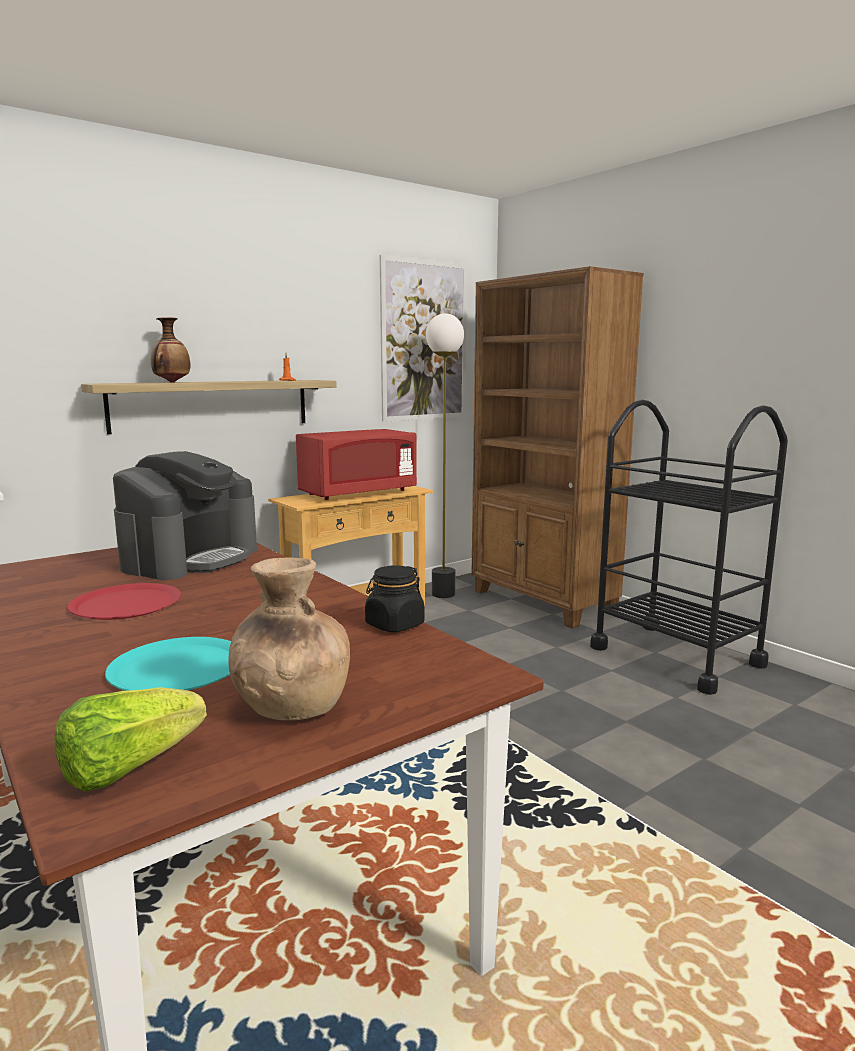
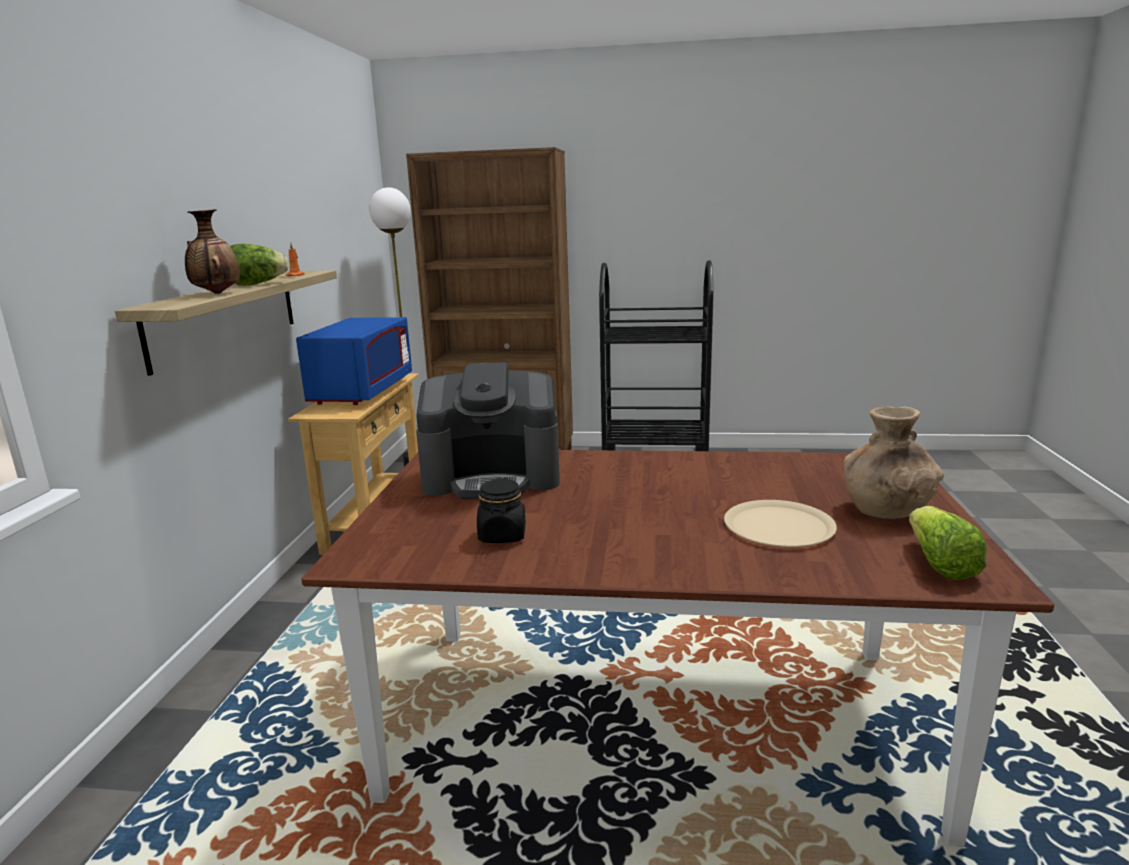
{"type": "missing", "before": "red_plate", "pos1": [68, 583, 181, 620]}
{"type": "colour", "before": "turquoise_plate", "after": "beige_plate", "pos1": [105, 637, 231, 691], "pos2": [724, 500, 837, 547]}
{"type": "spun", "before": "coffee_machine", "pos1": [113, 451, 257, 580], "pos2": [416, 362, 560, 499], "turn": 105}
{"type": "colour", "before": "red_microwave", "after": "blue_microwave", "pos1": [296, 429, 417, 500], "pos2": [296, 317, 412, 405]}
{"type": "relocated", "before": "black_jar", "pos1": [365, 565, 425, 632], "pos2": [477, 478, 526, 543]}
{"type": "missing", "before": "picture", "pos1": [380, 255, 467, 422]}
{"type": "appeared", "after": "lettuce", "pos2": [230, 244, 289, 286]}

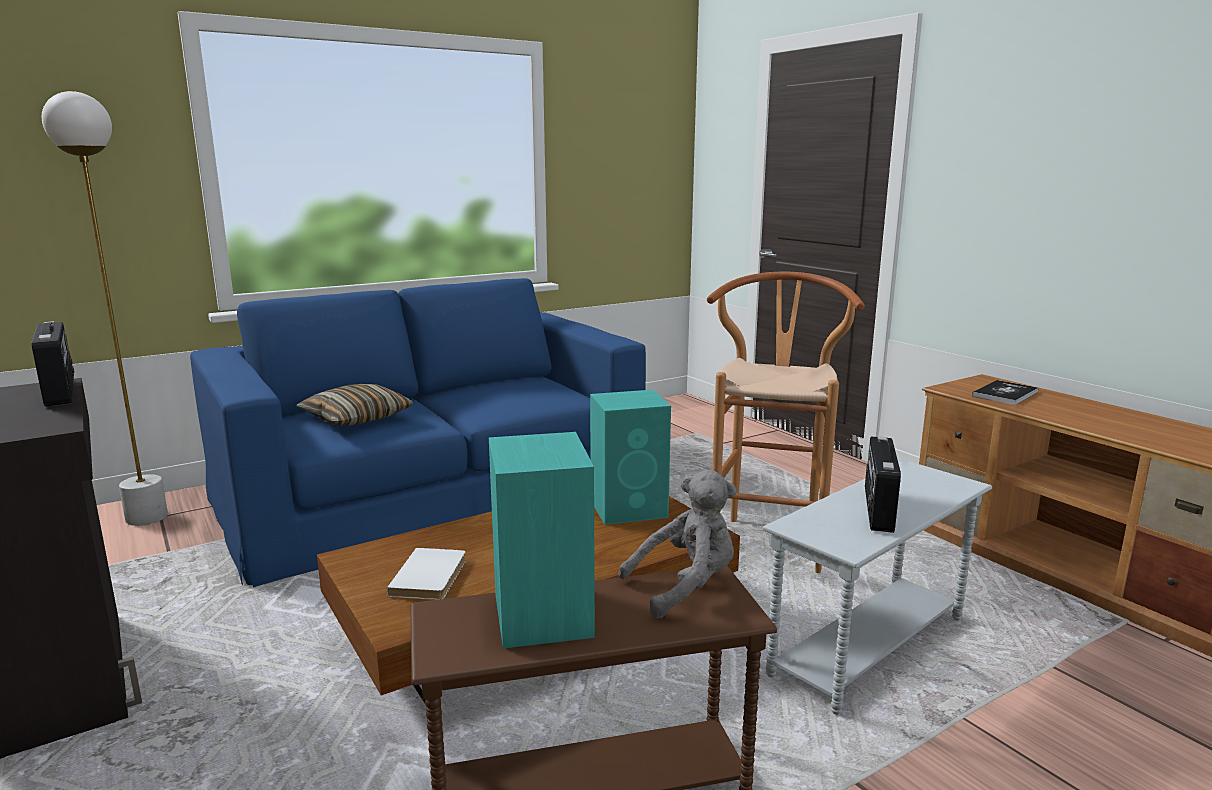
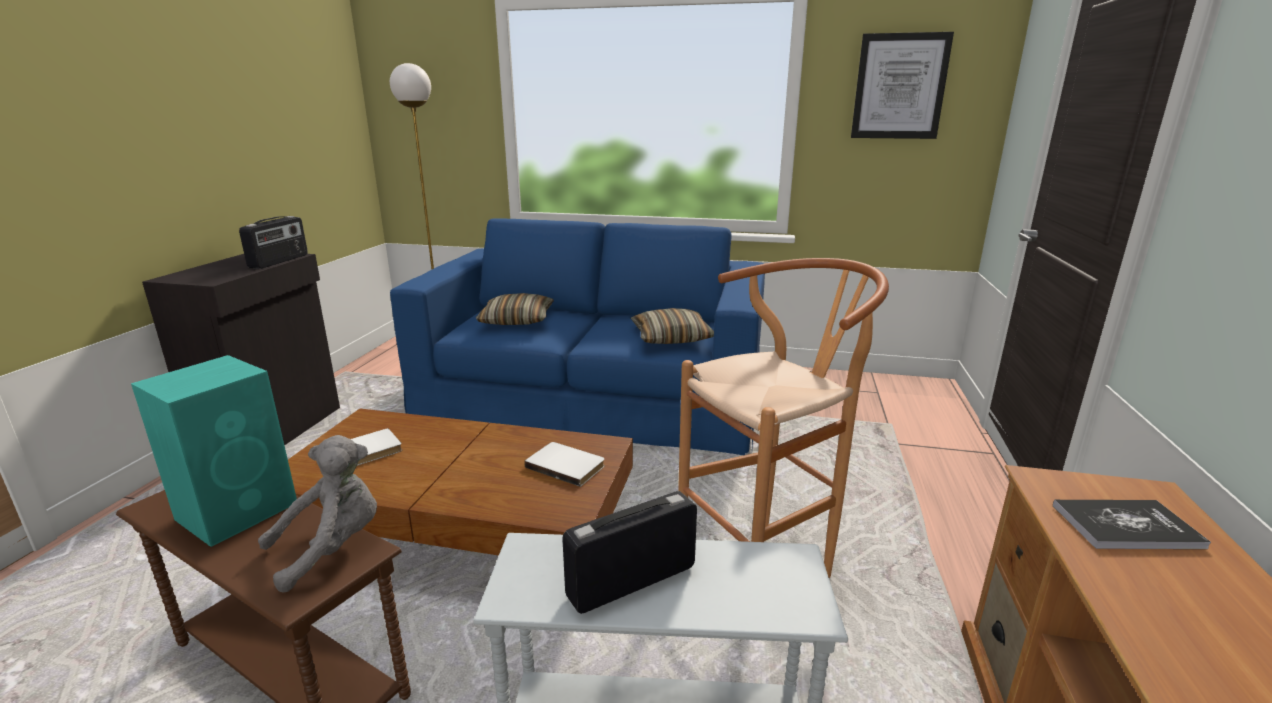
{"type": "exchanged", "before": "turquoise_speaker", "after": "white_book", "pos1": [590, 390, 671, 525], "pos2": [524, 442, 605, 487]}
{"type": "spun", "before": "grey_plush_toy", "pos1": [618, 470, 737, 619], "pos2": [258, 435, 377, 593], "turn": -60}
{"type": "appeared", "after": "pillow", "pos2": [631, 308, 714, 344]}
{"type": "appeared", "after": "picture", "pos2": [851, 32, 954, 139]}

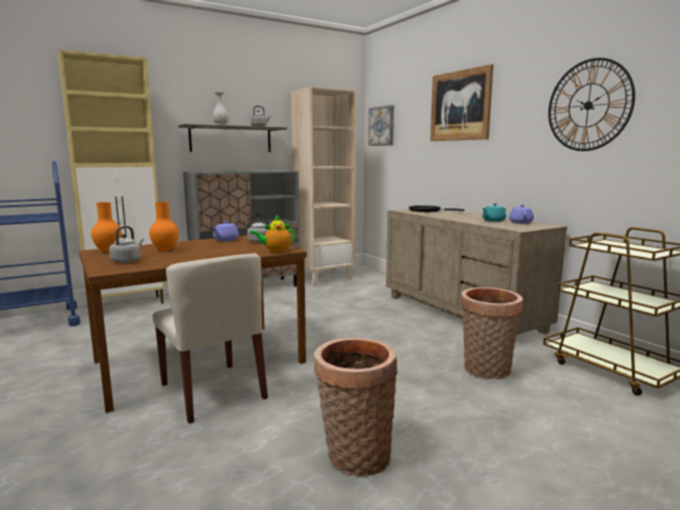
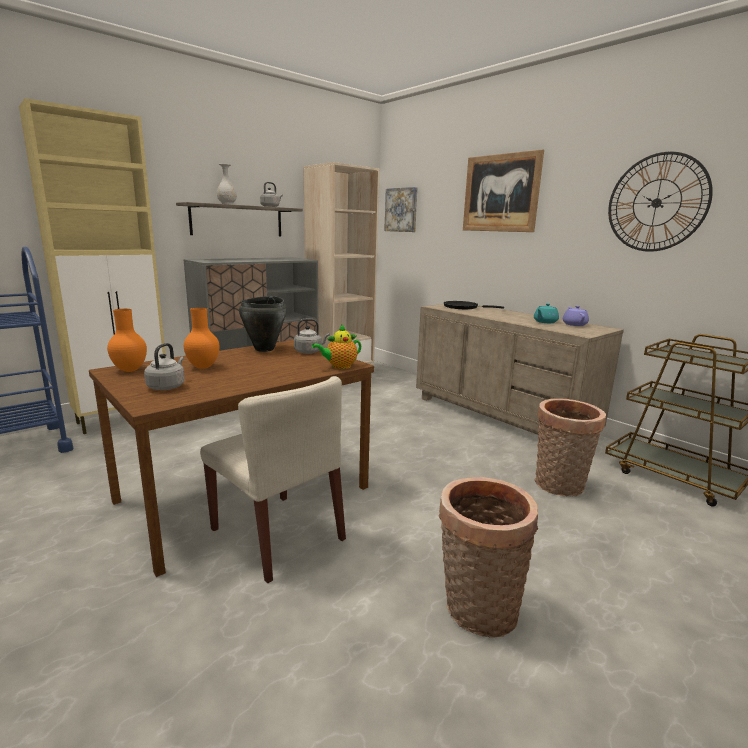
{"type": "exchanged", "before": "purple_teapot", "after": "black_cooking_pot", "pos1": [213, 221, 239, 241], "pos2": [239, 296, 287, 352]}

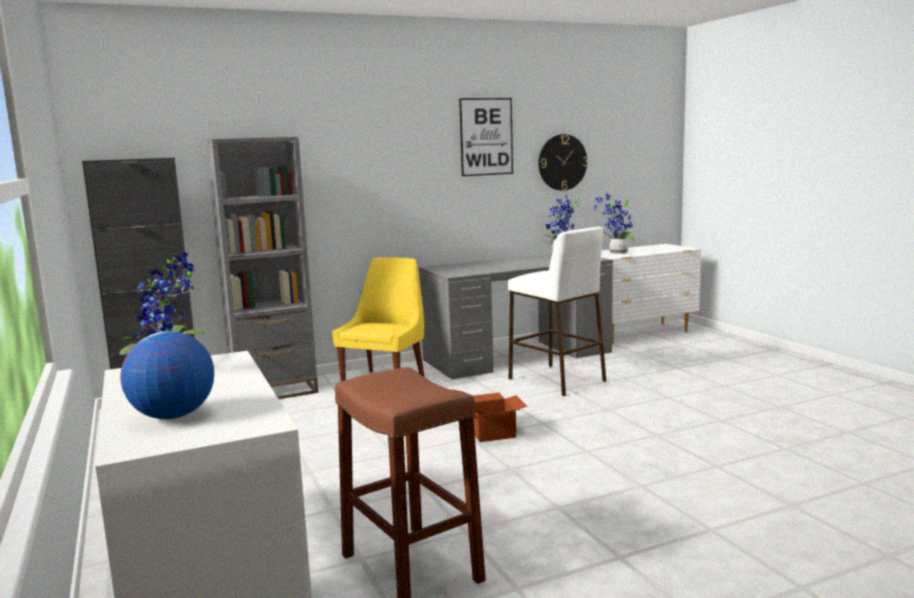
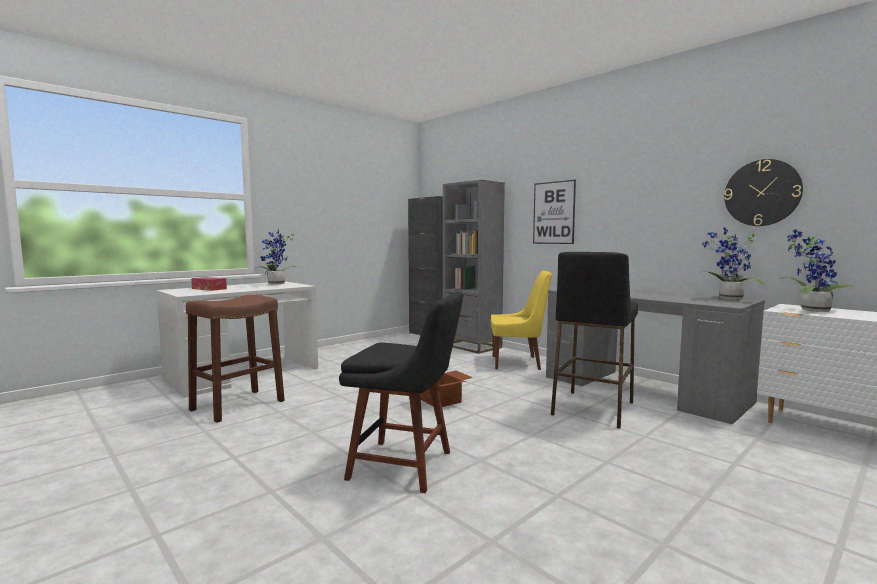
{"type": "exchanged", "before": "globe", "after": "tissue_box", "pos1": [120, 331, 214, 419], "pos2": [191, 277, 227, 291]}
{"type": "relocated", "before": "picture", "pos1": [459, 98, 513, 176], "pos2": [533, 180, 576, 244]}
{"type": "colour", "before": "white_stool", "after": "black_stool", "pos1": [508, 227, 606, 396], "pos2": [551, 252, 638, 428]}
{"type": "appeared", "after": "black_chair", "pos2": [339, 292, 463, 493]}

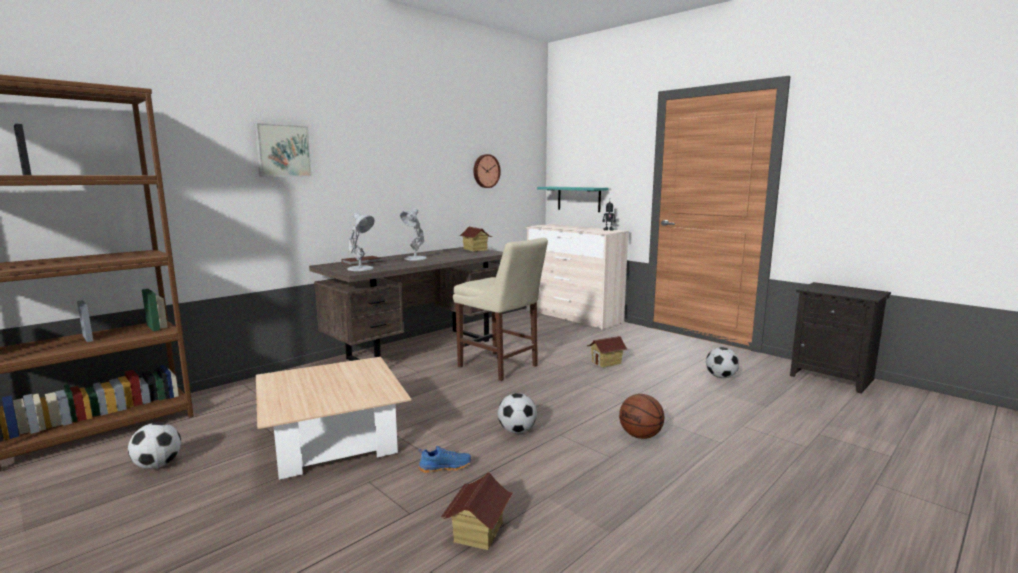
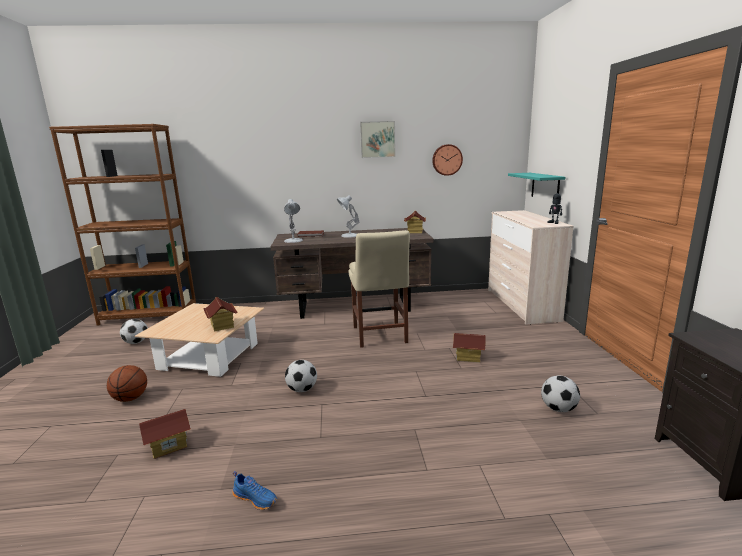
{"type": "relocated", "before": "picture", "pos1": [255, 123, 312, 177], "pos2": [360, 121, 396, 158]}
{"type": "relocated", "before": "blue_shoe", "pos1": [418, 446, 472, 473], "pos2": [232, 471, 277, 510]}
{"type": "relocated", "before": "basketball", "pos1": [619, 394, 664, 439], "pos2": [107, 365, 147, 402]}
{"type": "appeared", "after": "toy_house", "pos2": [203, 297, 237, 331]}

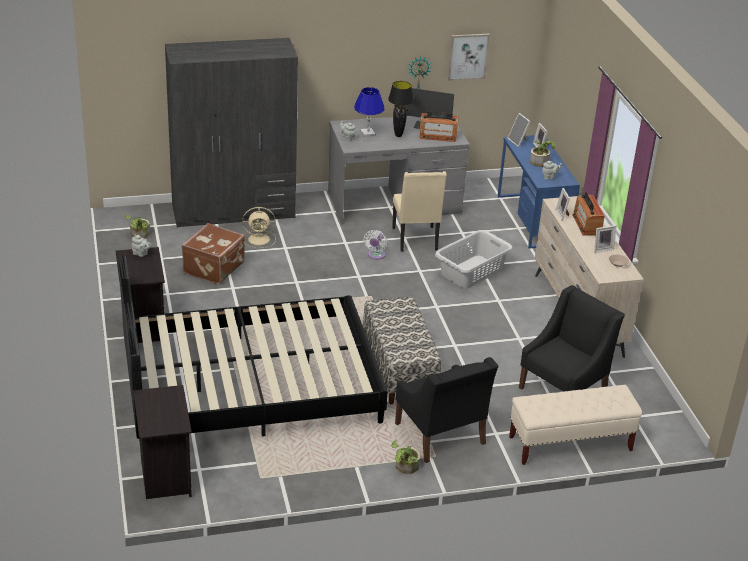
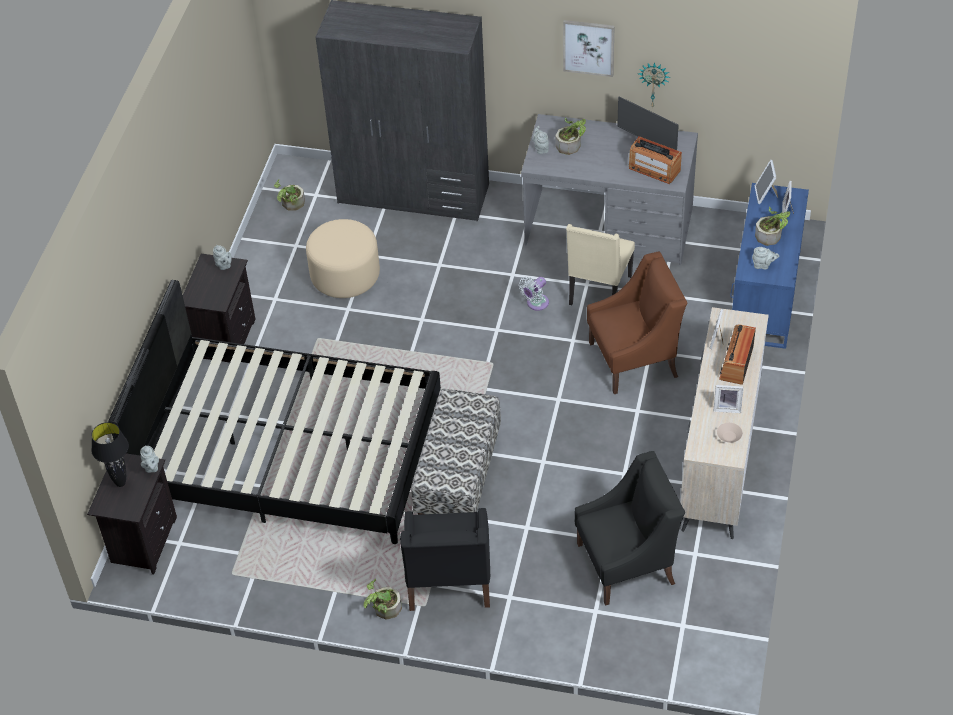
{"type": "exchanged", "before": "brown_suitcase", "after": "beige_ottoman", "pos1": [181, 223, 245, 284], "pos2": [306, 219, 380, 298]}
{"type": "missing", "before": "beige_fan", "pos1": [242, 207, 276, 248]}
{"type": "exchanged", "before": "blue_table_lamp", "after": "potted_plant", "pos1": [354, 87, 384, 136], "pos2": [555, 118, 586, 155]}
{"type": "relocated", "before": "black_table_lamp", "pos1": [388, 81, 414, 137], "pos2": [91, 422, 129, 487]}
{"type": "exchanged", "before": "grey_laundry_basket", "after": "brown_armchair", "pos1": [435, 230, 513, 289], "pos2": [587, 252, 687, 394]}
{"type": "relocated", "before": "picture", "pos1": [448, 34, 490, 81], "pos2": [563, 20, 615, 77]}
{"type": "missing", "before": "beige_bench", "pos1": [509, 385, 642, 465]}
{"type": "appeared", "after": "grey_teapot", "pos2": [140, 445, 159, 473]}

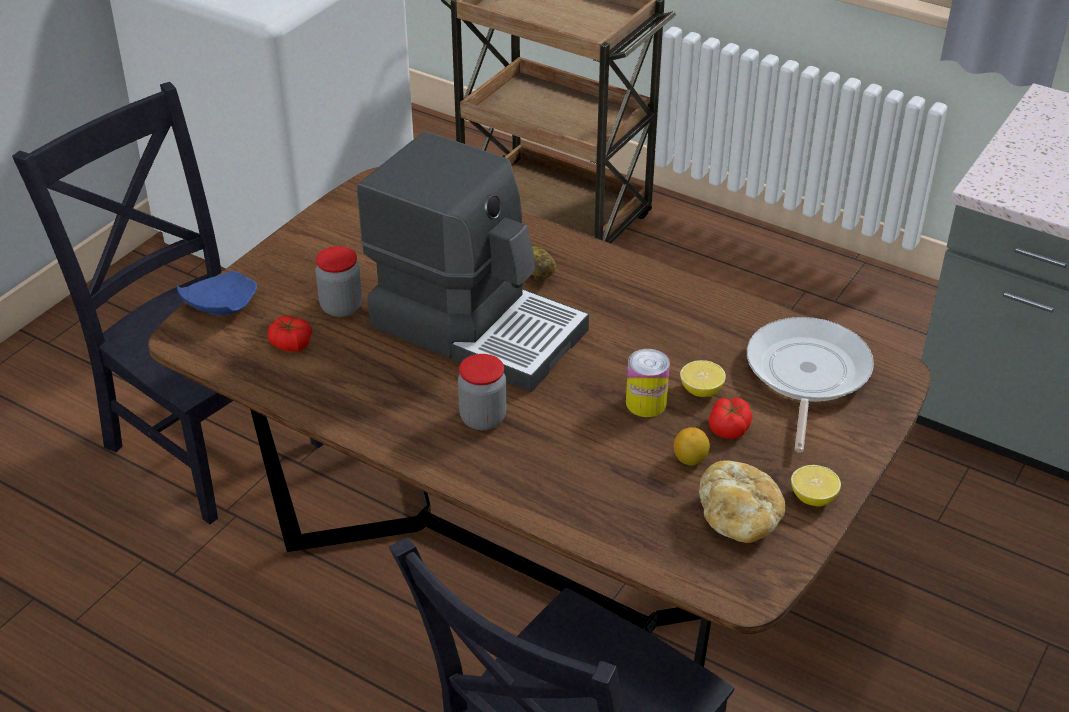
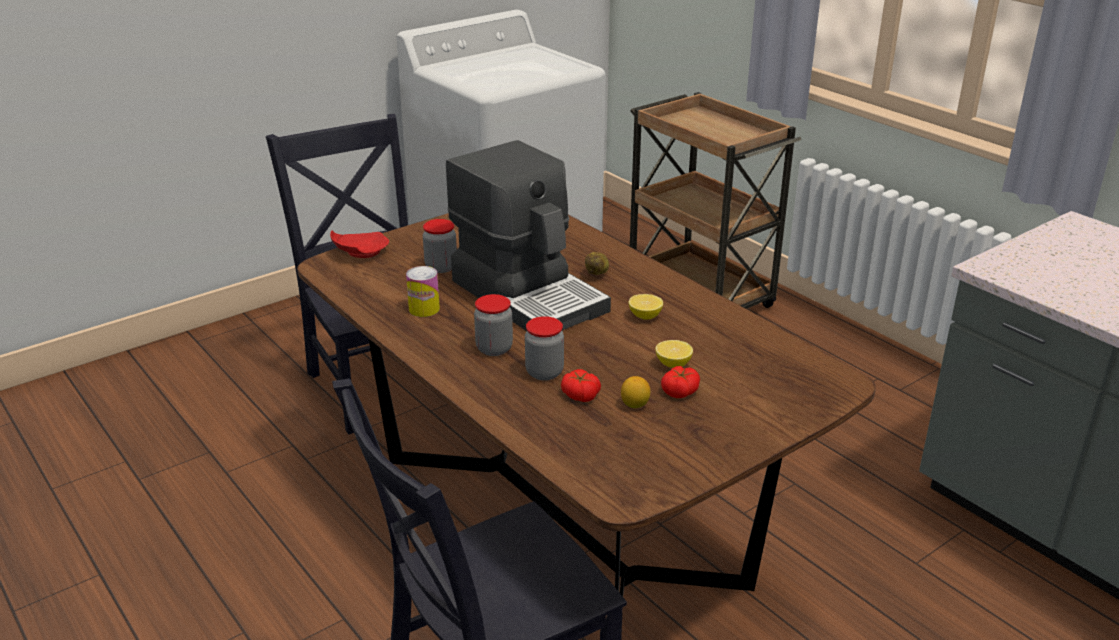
{"type": "colour", "before": "blue_plate", "after": "red_plate", "pos1": [177, 271, 257, 316], "pos2": [330, 231, 389, 258]}
{"type": "relocated", "before": "tomato", "pos1": [268, 316, 312, 352], "pos2": [561, 369, 601, 402]}
{"type": "relocated", "before": "can", "pos1": [626, 349, 670, 417], "pos2": [406, 266, 440, 317]}
{"type": "missing", "before": "bread", "pos1": [699, 460, 786, 543]}
{"type": "missing", "before": "frying_pan", "pos1": [747, 317, 874, 453]}
{"type": "relocated", "before": "lemon", "pos1": [791, 465, 841, 507], "pos2": [628, 294, 663, 320]}
{"type": "appeared", "after": "jar", "pos2": [525, 316, 564, 380]}

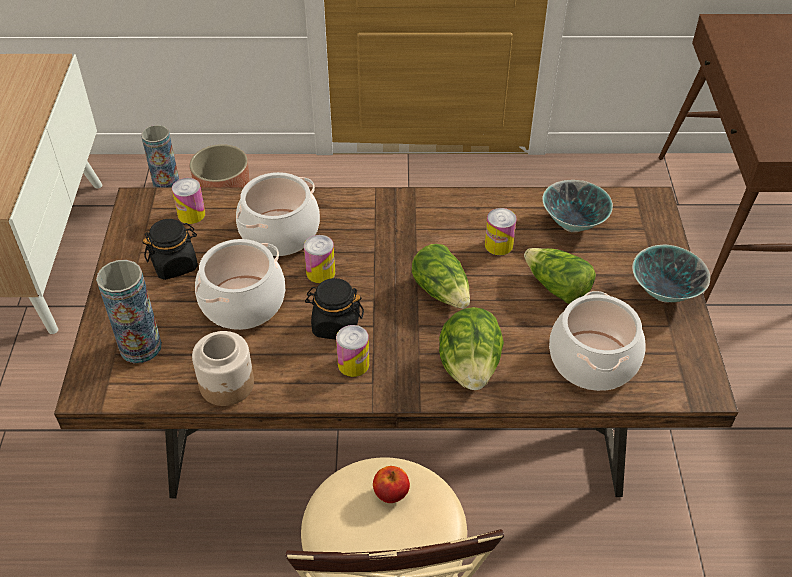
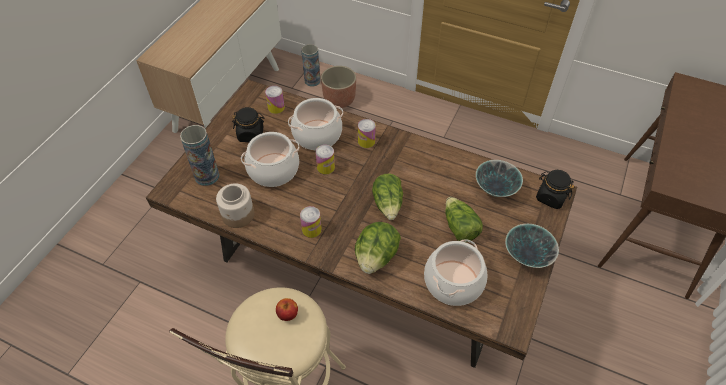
{"type": "relocated", "before": "black_jar", "pos1": [305, 278, 364, 339], "pos2": [536, 170, 574, 209]}
{"type": "relocated", "before": "can", "pos1": [485, 208, 516, 255], "pos2": [358, 119, 376, 148]}

